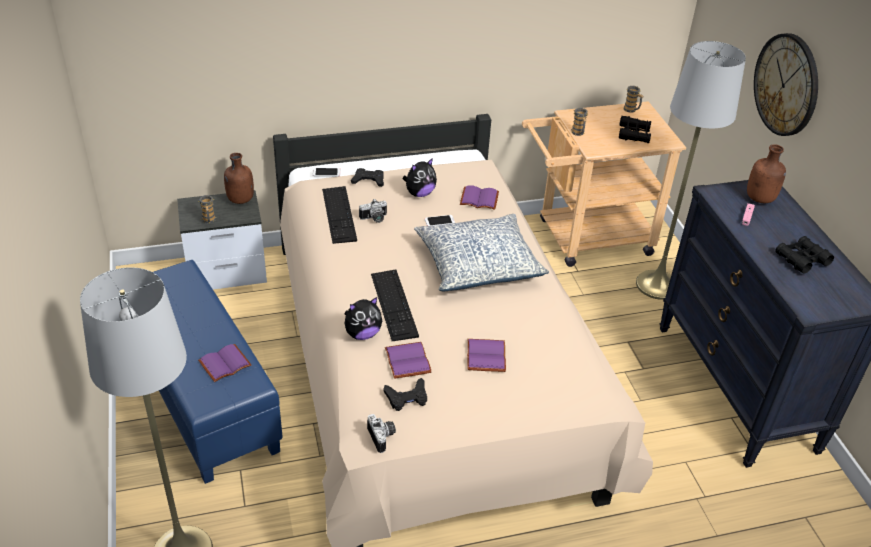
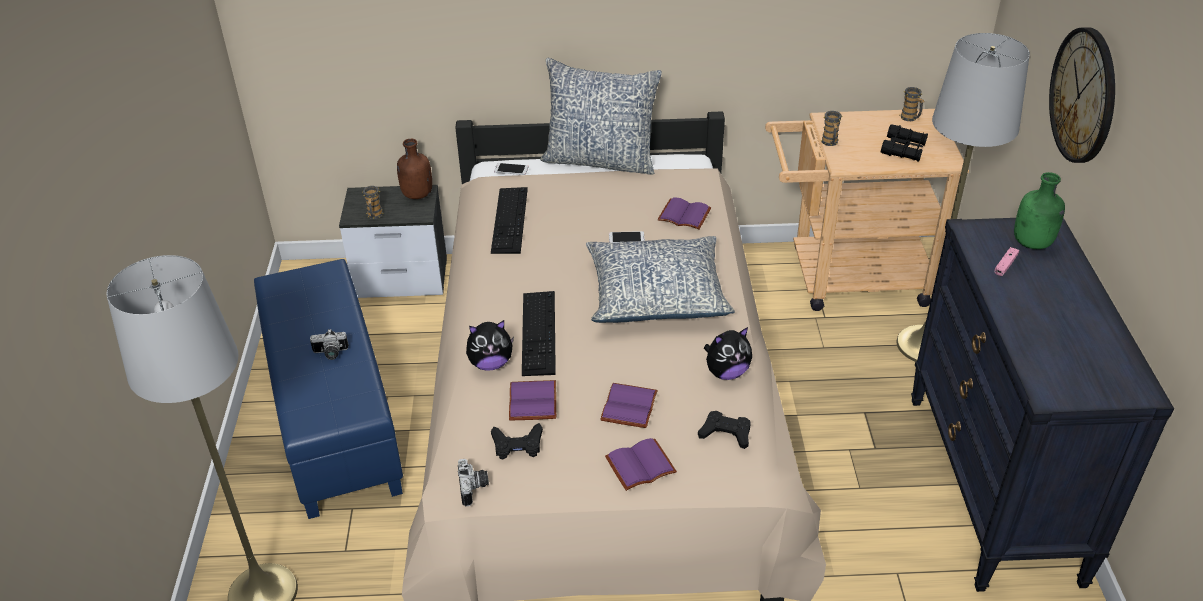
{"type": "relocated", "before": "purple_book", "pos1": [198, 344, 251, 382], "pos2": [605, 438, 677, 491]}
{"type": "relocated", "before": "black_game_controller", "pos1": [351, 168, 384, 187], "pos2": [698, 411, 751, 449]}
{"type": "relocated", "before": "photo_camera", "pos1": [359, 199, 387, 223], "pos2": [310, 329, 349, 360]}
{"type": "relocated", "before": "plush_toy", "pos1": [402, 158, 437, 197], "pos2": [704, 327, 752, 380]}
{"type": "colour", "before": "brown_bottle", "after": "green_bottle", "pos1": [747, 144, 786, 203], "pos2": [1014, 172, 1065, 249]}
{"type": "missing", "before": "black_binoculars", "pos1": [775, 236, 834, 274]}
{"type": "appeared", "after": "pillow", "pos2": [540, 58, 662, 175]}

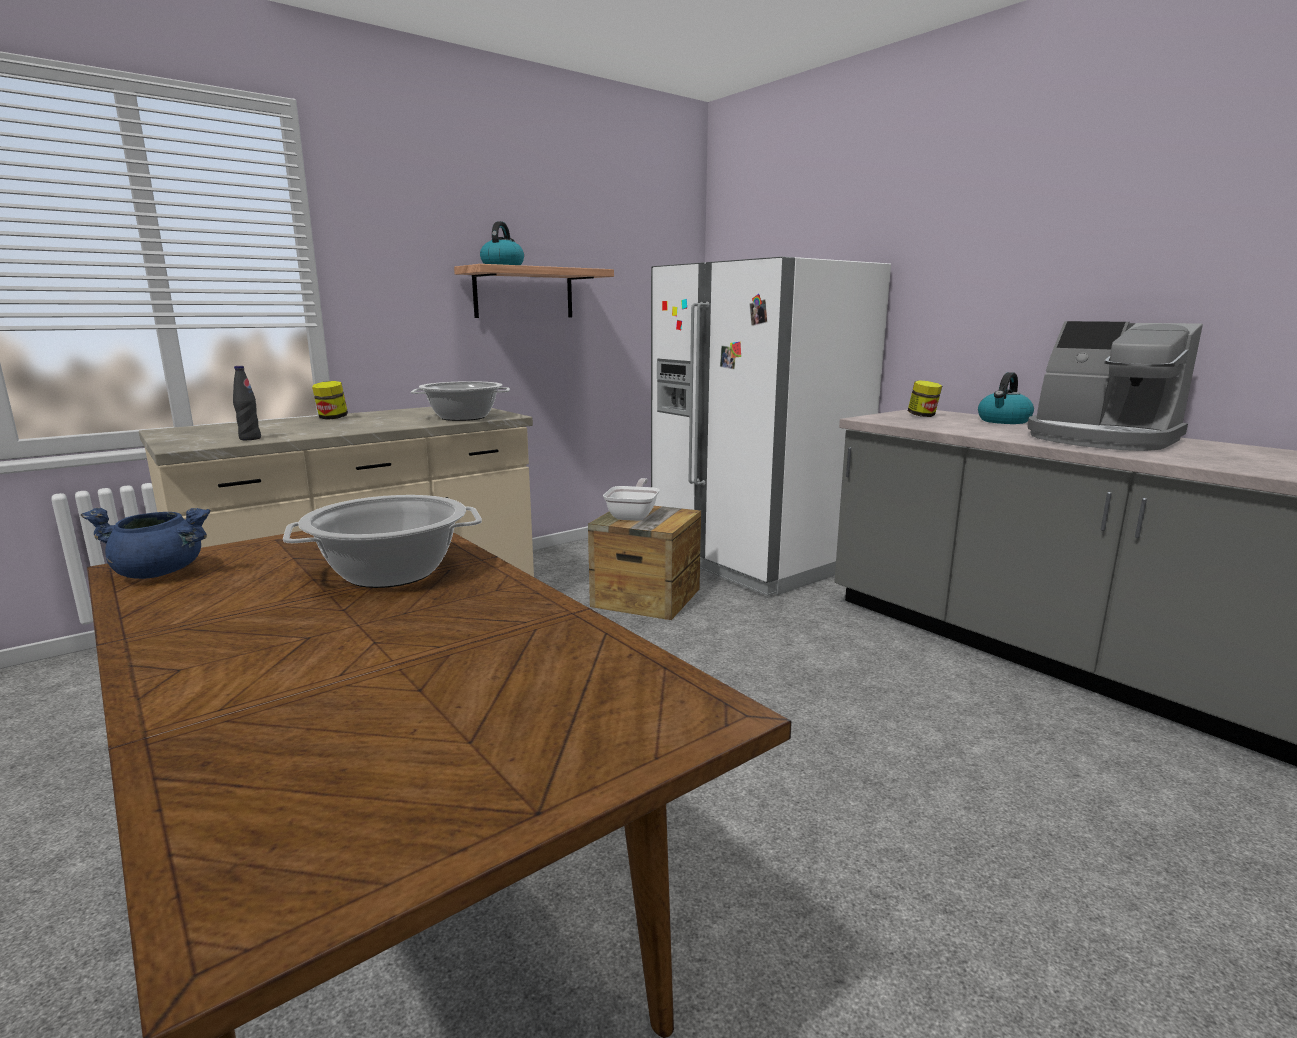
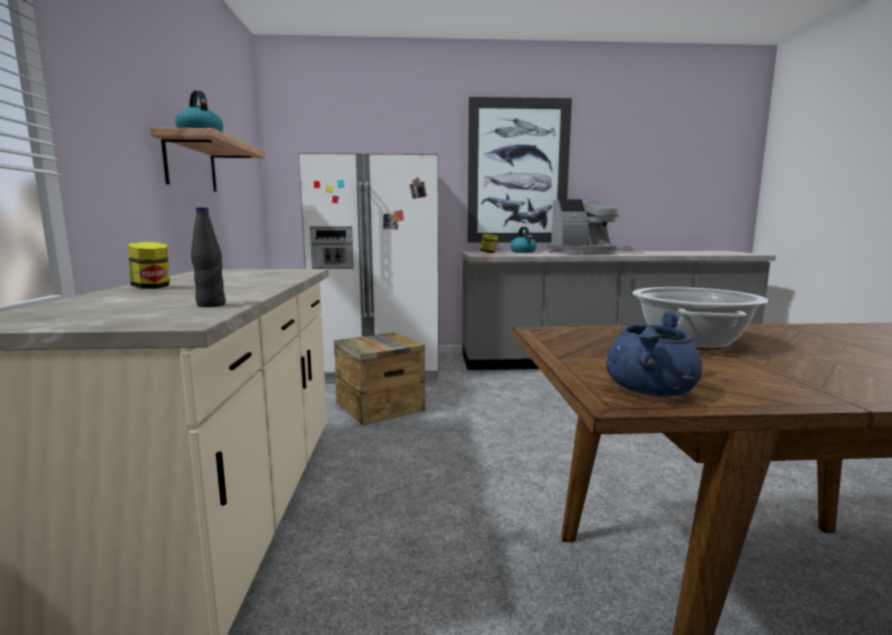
{"type": "missing", "before": "cooking_pot", "pos1": [411, 381, 510, 421]}
{"type": "missing", "before": "frying_pan", "pos1": [603, 478, 660, 521]}
{"type": "appeared", "after": "picture", "pos2": [467, 97, 572, 243]}

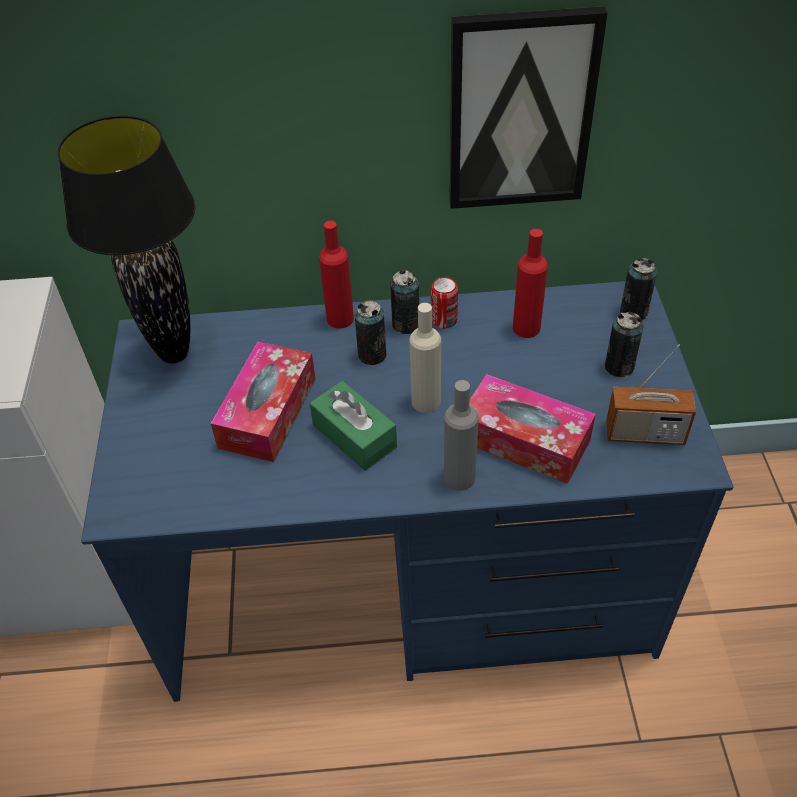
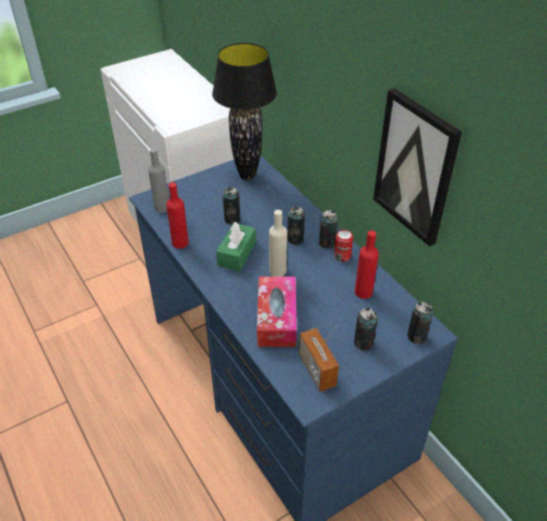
{"type": "exchanged", "before": "tissue_box", "after": "can", "pos1": [211, 342, 316, 462], "pos2": [223, 187, 240, 225]}
{"type": "relocated", "before": "red_bottle", "pos1": [319, 221, 354, 329], "pos2": [166, 182, 189, 249]}
{"type": "relocated", "before": "grey_bottle", "pos1": [444, 380, 479, 491], "pos2": [148, 148, 169, 213]}

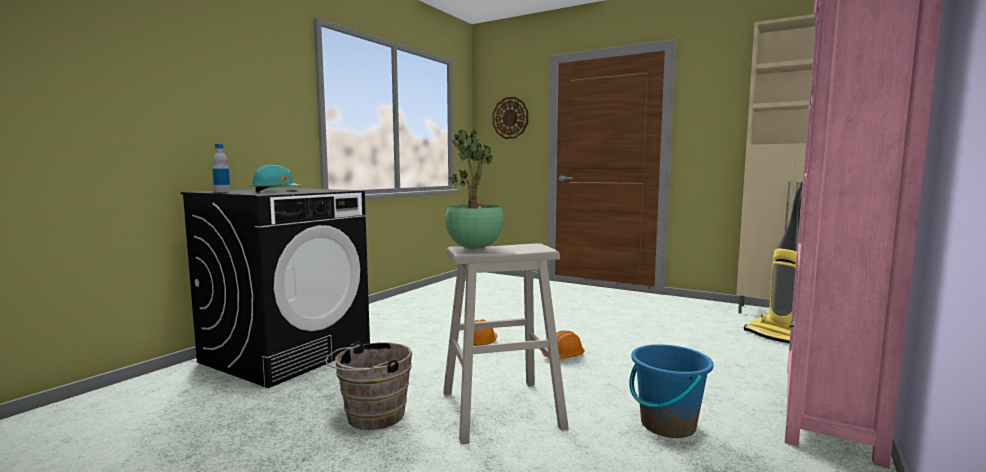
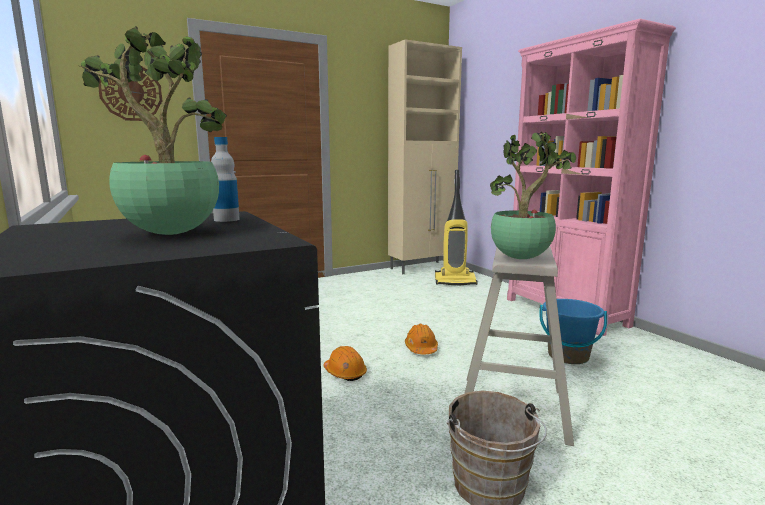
{"type": "relocated", "before": "bottle", "pos1": [213, 144, 230, 192], "pos2": [211, 137, 240, 222]}
{"type": "exchanged", "before": "turquoise_hard_hat", "after": "potted_plant", "pos1": [250, 164, 302, 192], "pos2": [78, 26, 227, 235]}

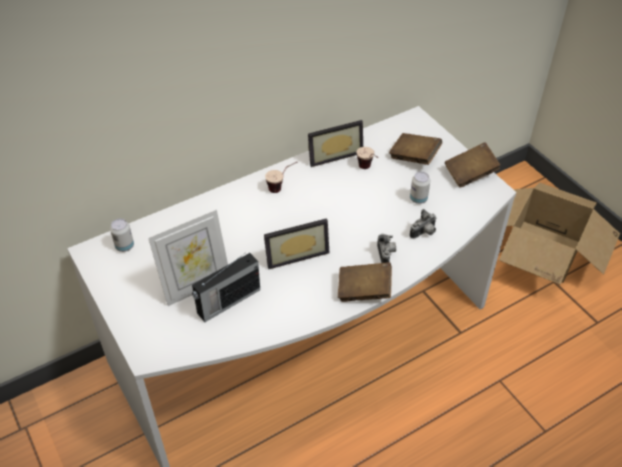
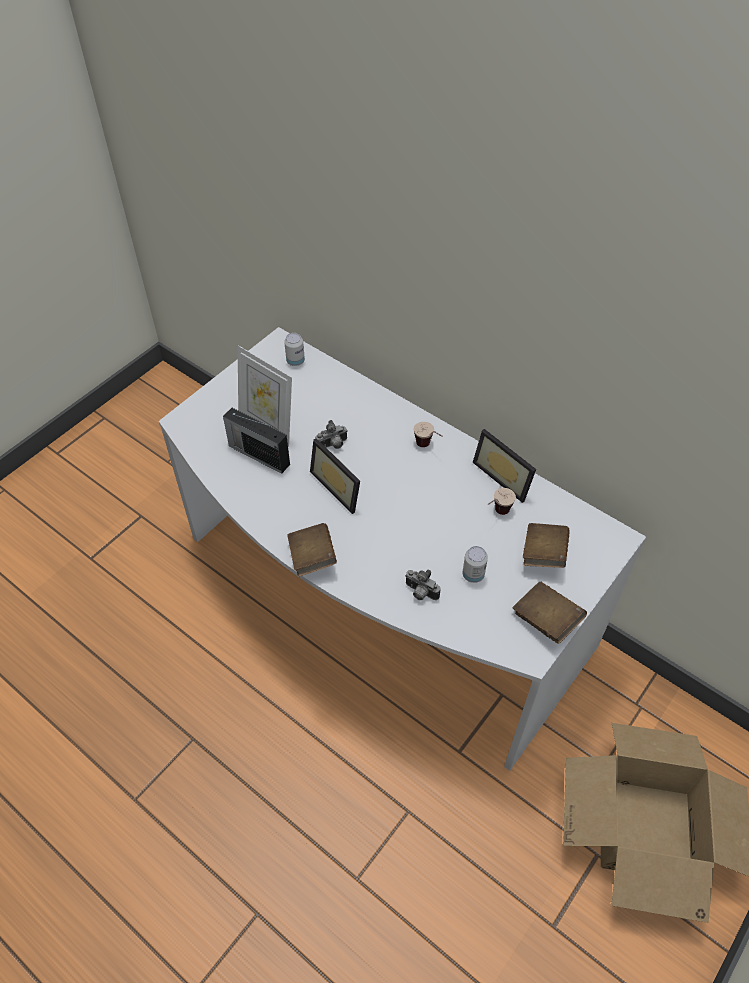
{"type": "relocated", "before": "photo_camera", "pos1": [377, 233, 396, 263], "pos2": [315, 420, 348, 449]}

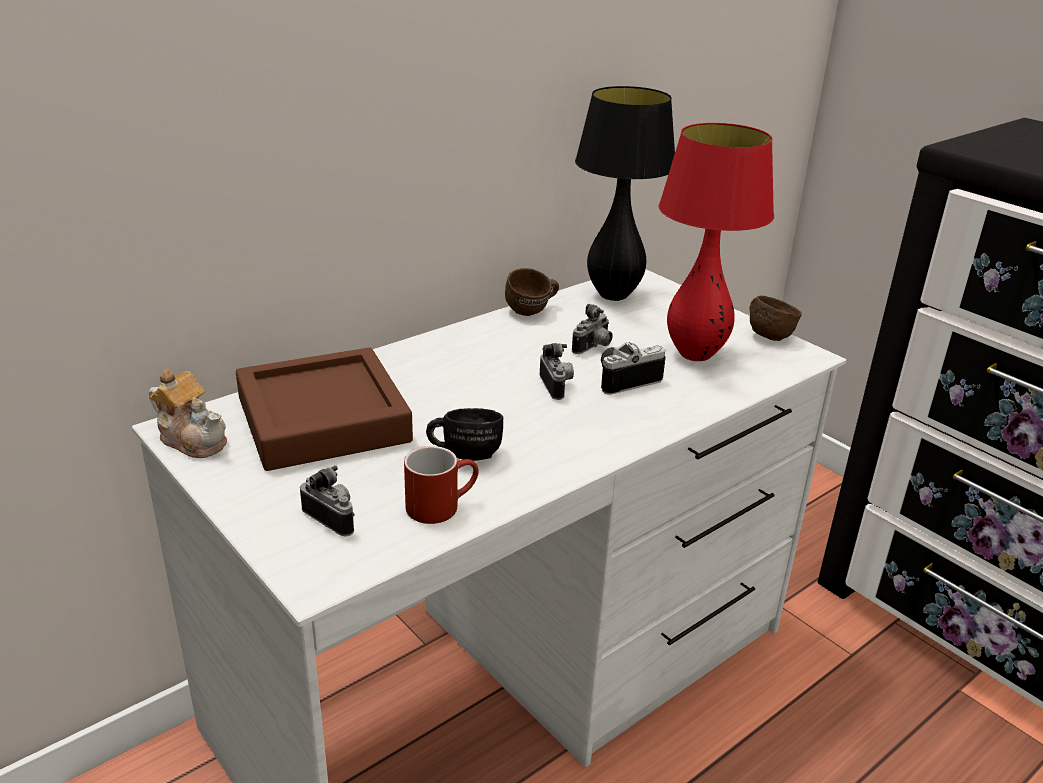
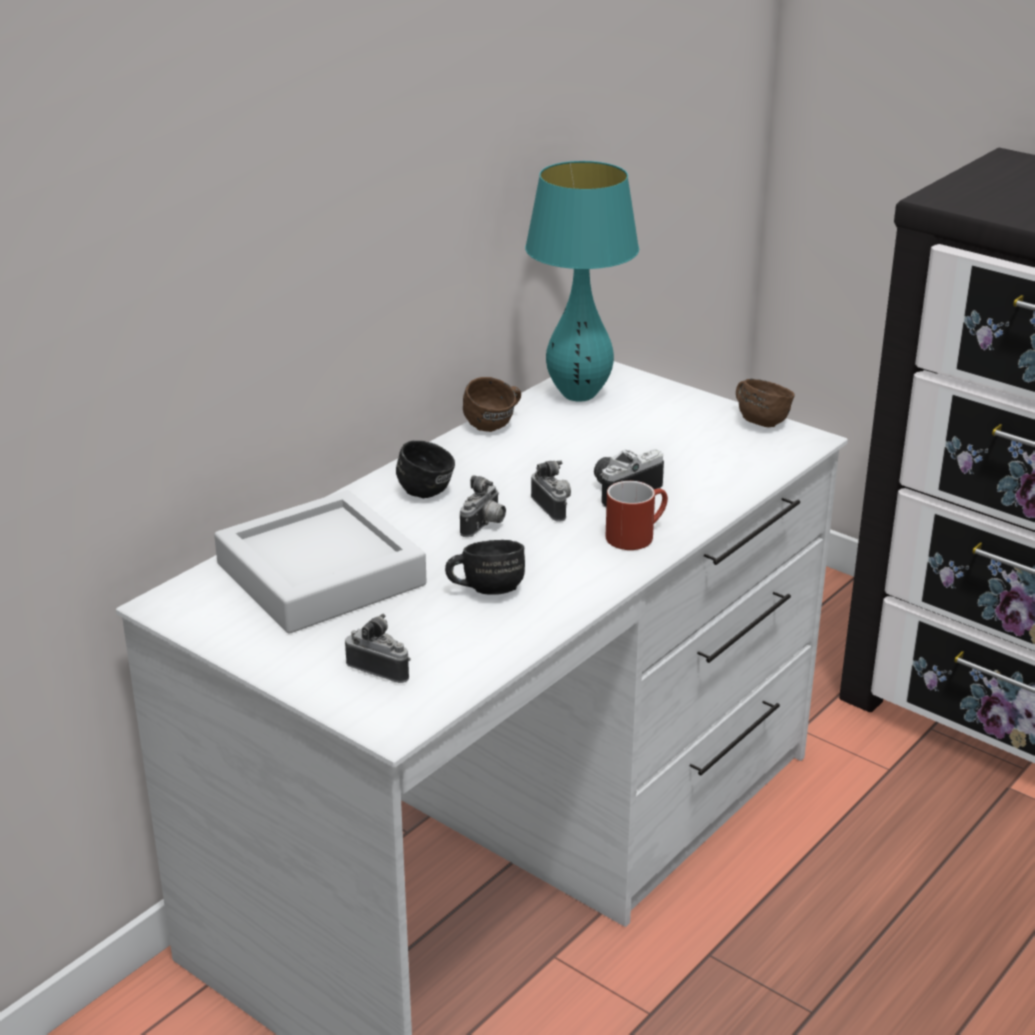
{"type": "missing", "before": "teapot", "pos1": [149, 369, 227, 458]}
{"type": "colour", "before": "brown_tray", "after": "grey_tray", "pos1": [236, 347, 413, 471], "pos2": [214, 490, 427, 634]}
{"type": "relocated", "before": "red_mug", "pos1": [404, 446, 479, 524], "pos2": [606, 481, 668, 550]}
{"type": "relocated", "before": "photo_camera", "pos1": [572, 304, 613, 354], "pos2": [460, 475, 506, 537]}
{"type": "colour", "before": "black_table_lamp", "after": "turquoise_table_lamp", "pos1": [575, 86, 675, 301], "pos2": [525, 161, 639, 402]}
{"type": "missing", "before": "red_table_lamp", "pos1": [658, 123, 774, 361]}
{"type": "appeared", "after": "black_mug", "pos2": [396, 441, 455, 498]}

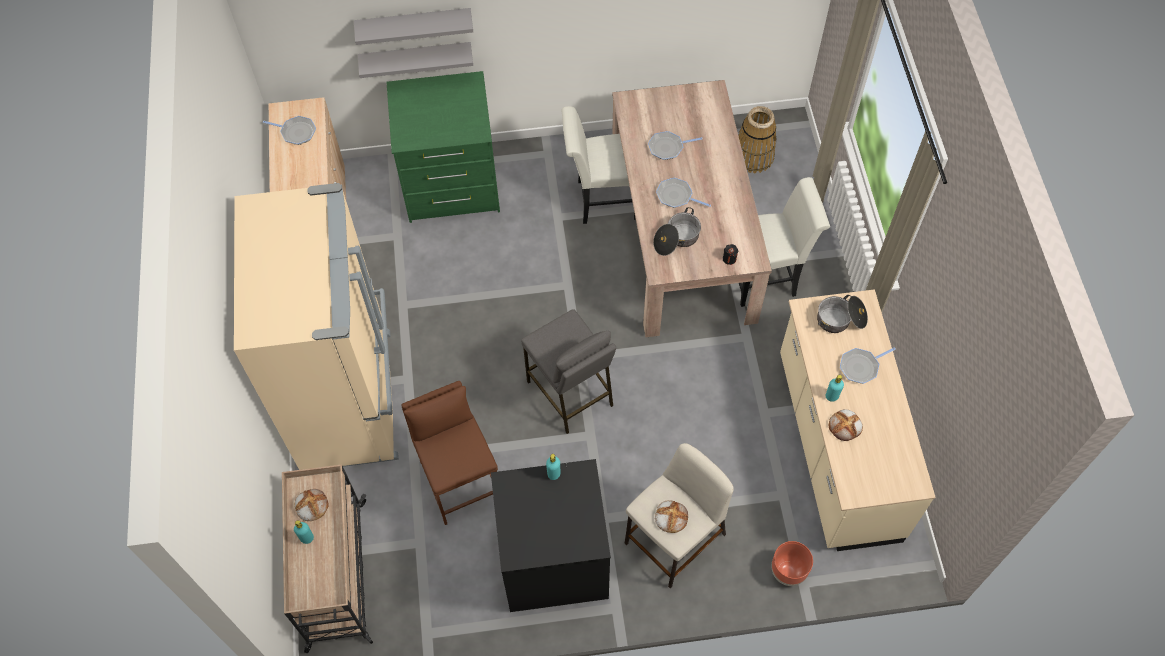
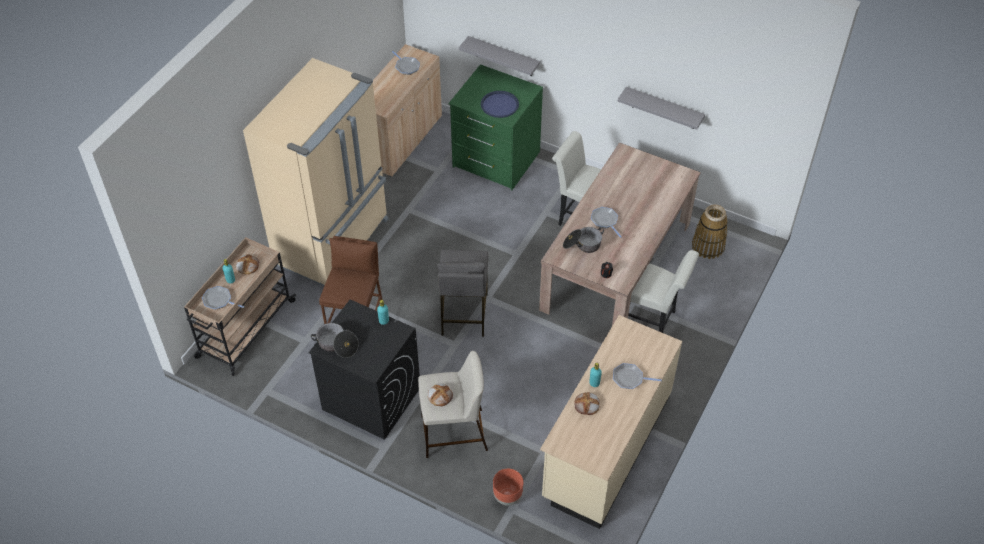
{"type": "relocated", "before": "grey_shelf", "pos1": [354, 8, 473, 45], "pos2": [618, 87, 705, 130]}
{"type": "relocated", "before": "frying_pan", "pos1": [648, 131, 703, 160], "pos2": [202, 286, 244, 310]}
{"type": "relocated", "before": "cooking_pot", "pos1": [817, 295, 868, 333], "pos2": [311, 323, 358, 358]}
{"type": "appeared", "after": "blue_tray", "pos2": [481, 91, 519, 118]}

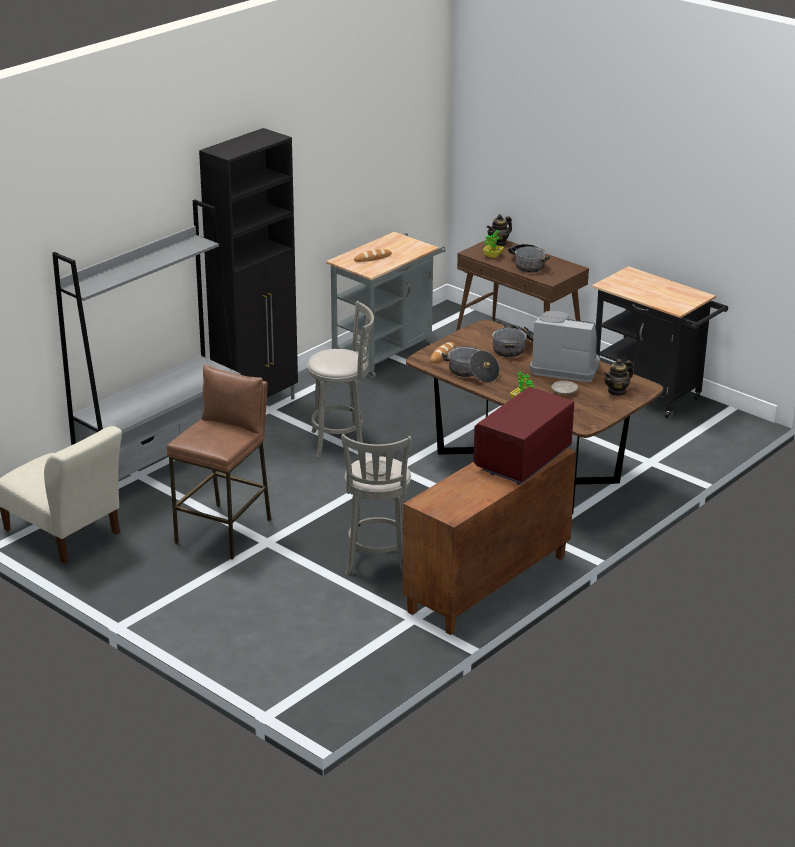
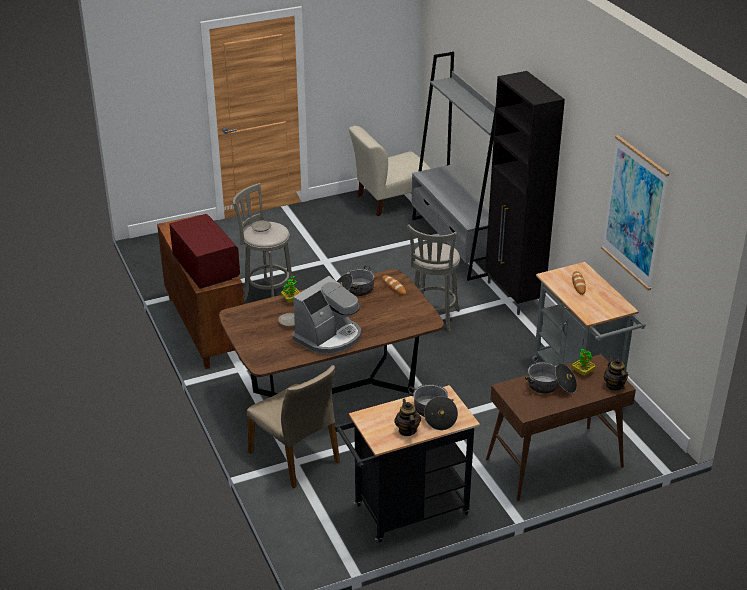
{"type": "missing", "before": "brown_stool", "pos1": [167, 364, 271, 560]}
{"type": "relocated", "before": "cooking_pot", "pos1": [492, 323, 533, 357], "pos2": [408, 384, 458, 430]}
{"type": "relocated", "before": "teapot", "pos1": [604, 359, 633, 396], "pos2": [394, 399, 421, 436]}
{"type": "appeared", "after": "beige_chair", "pos2": [247, 365, 340, 488]}
{"type": "appeared", "after": "picture", "pos2": [601, 135, 669, 291]}

